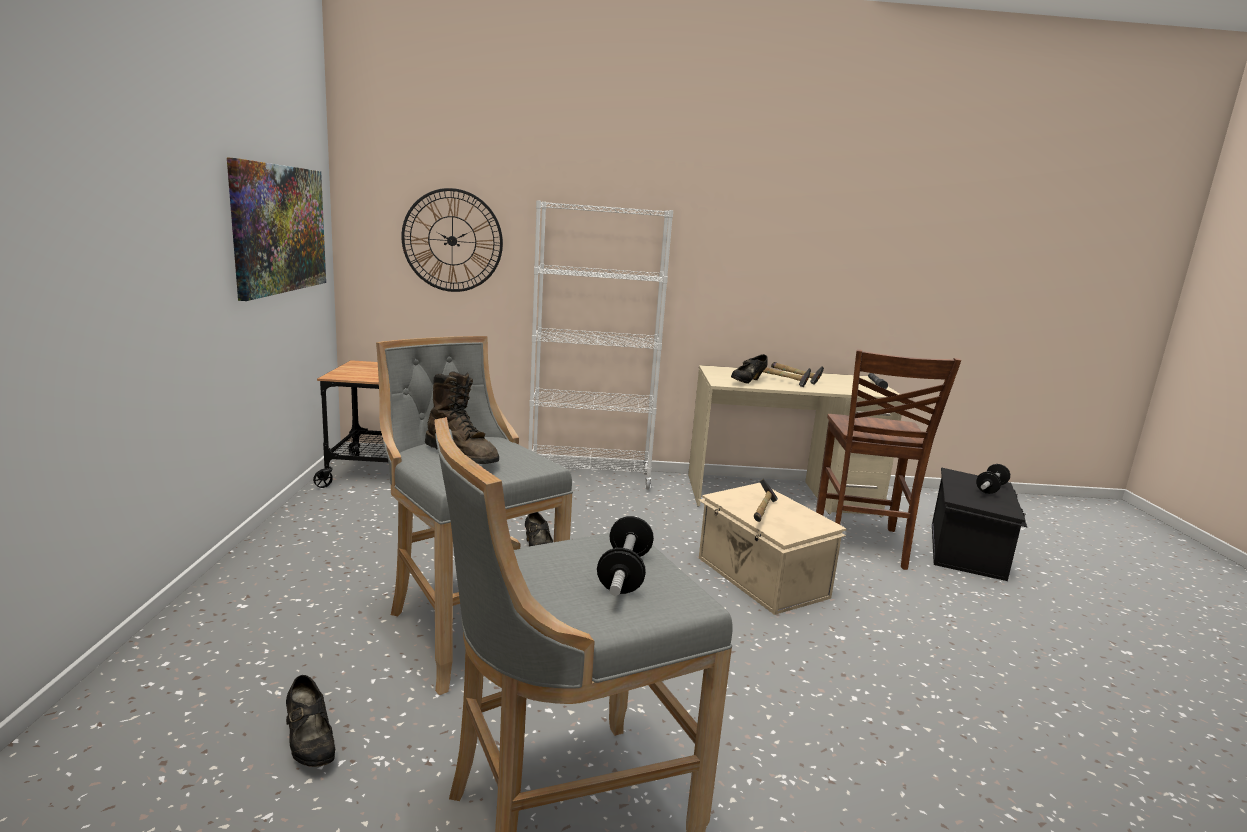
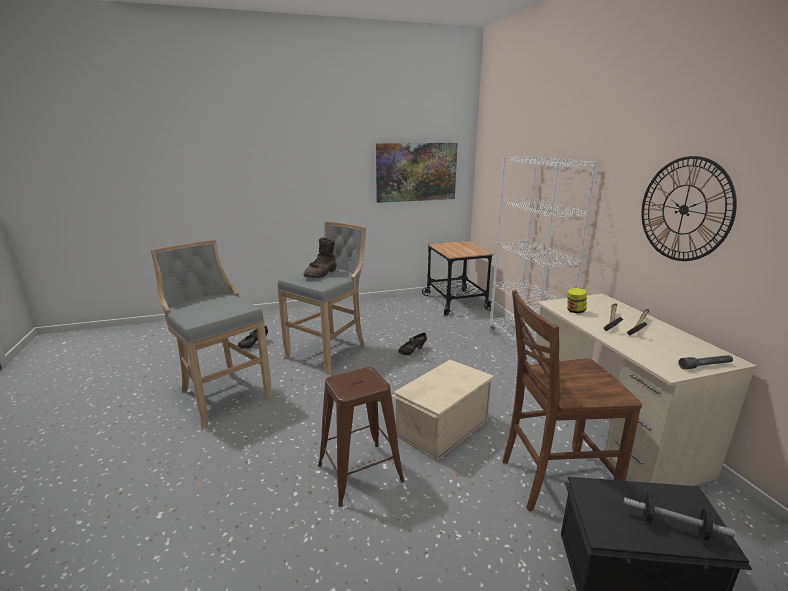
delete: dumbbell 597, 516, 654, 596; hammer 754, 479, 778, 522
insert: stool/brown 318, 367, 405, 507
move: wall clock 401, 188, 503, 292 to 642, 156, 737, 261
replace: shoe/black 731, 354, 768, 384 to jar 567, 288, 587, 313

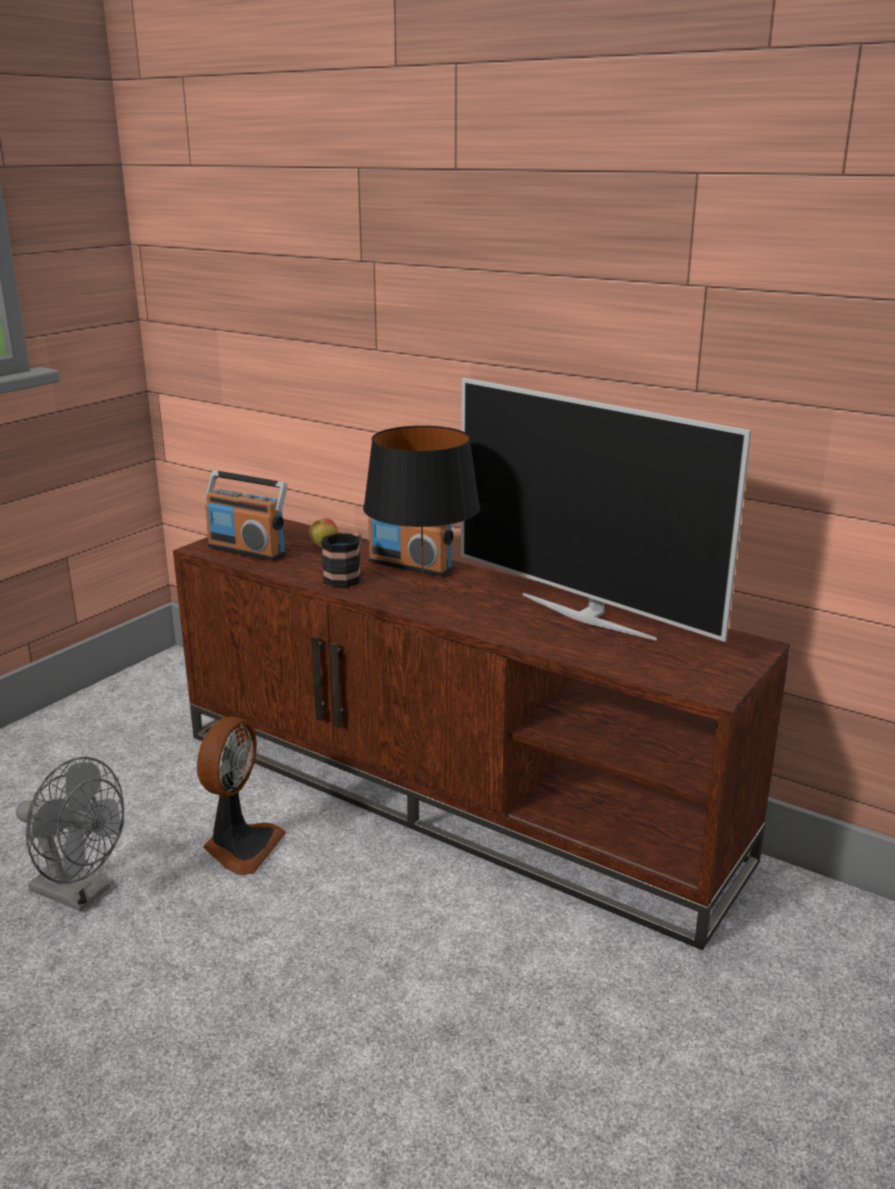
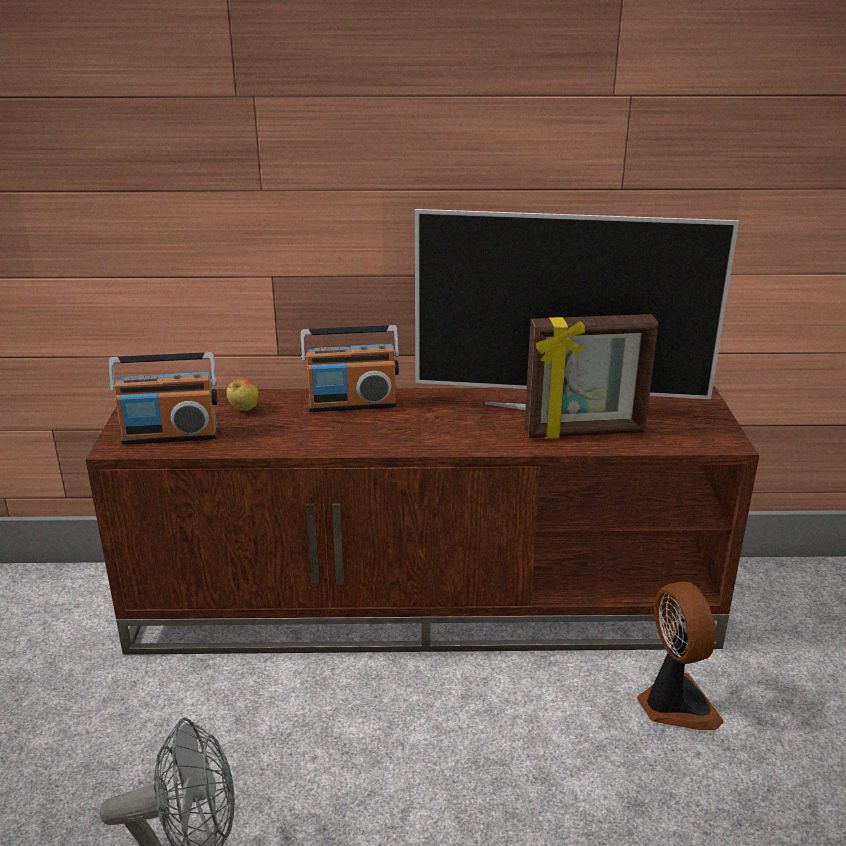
delete: mug 321, 533, 362, 587; table lamp/black 363, 426, 480, 605
insert: picture frame 524, 314, 659, 439
move: fan 197, 717, 287, 875 to 637, 582, 724, 730

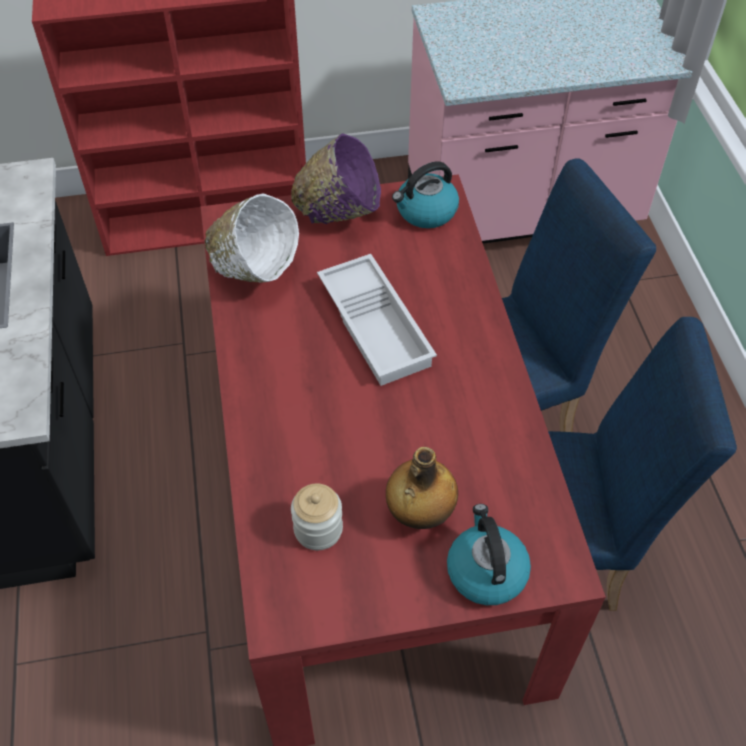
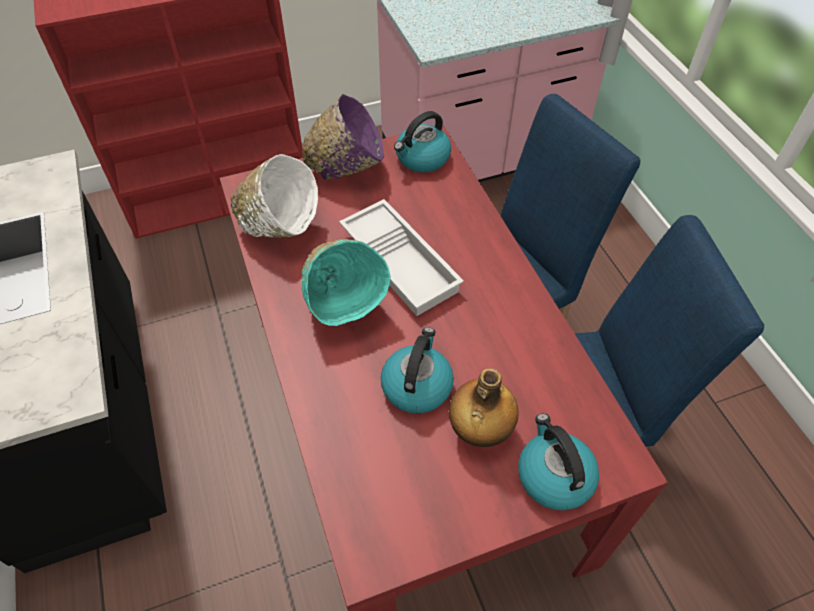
delete: jar 291, 483, 343, 550
insert: bowl/turquoise 301, 239, 390, 326; kettle 381, 327, 454, 414

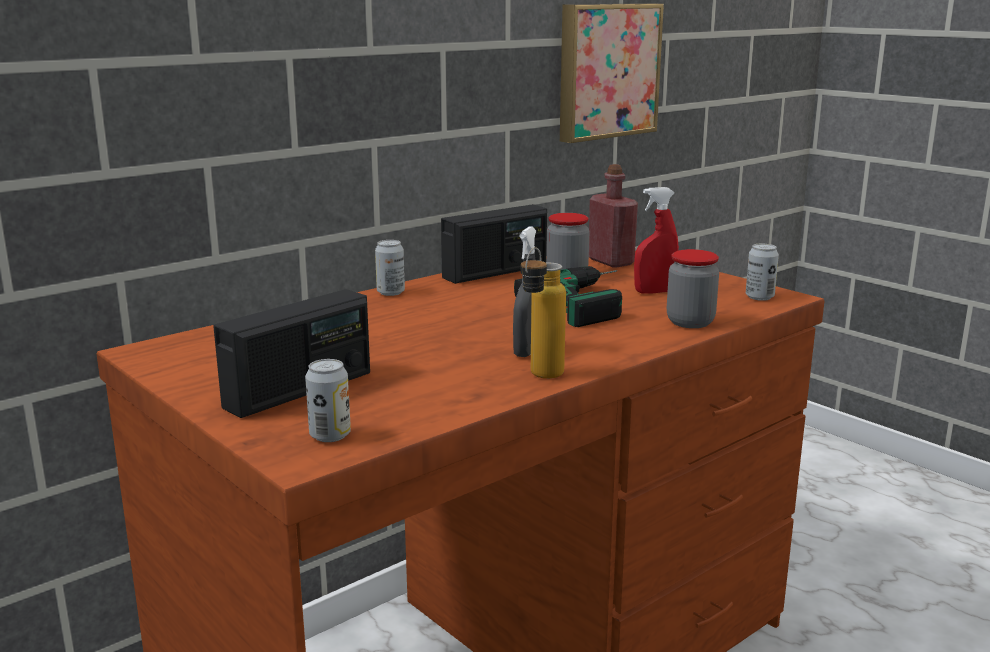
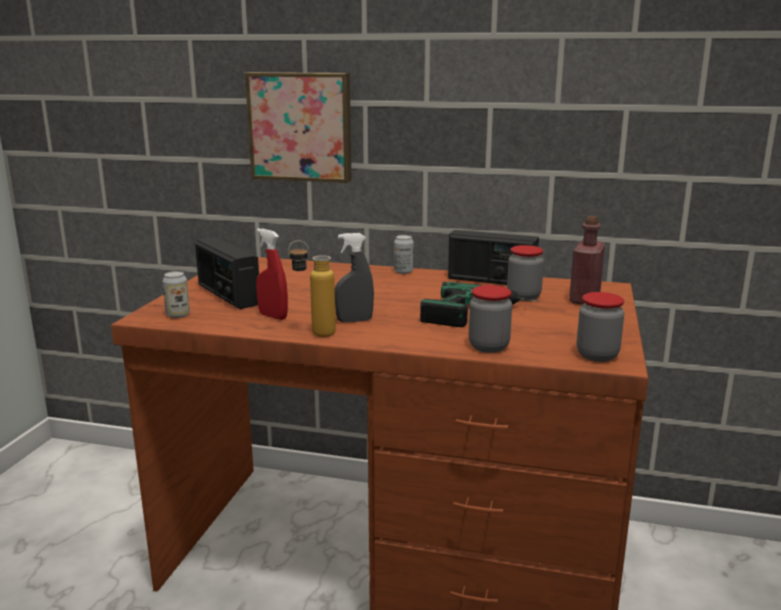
move: picture 560, 3, 664, 143 to 245, 72, 352, 183; spray bottle/red 634, 187, 679, 294 to 256, 228, 288, 320
replace: can 746, 244, 779, 301 to jar 577, 292, 624, 362
rotate: radio 213, 289, 370, 418 = 195, 237, 259, 309 45 degrees clockwise

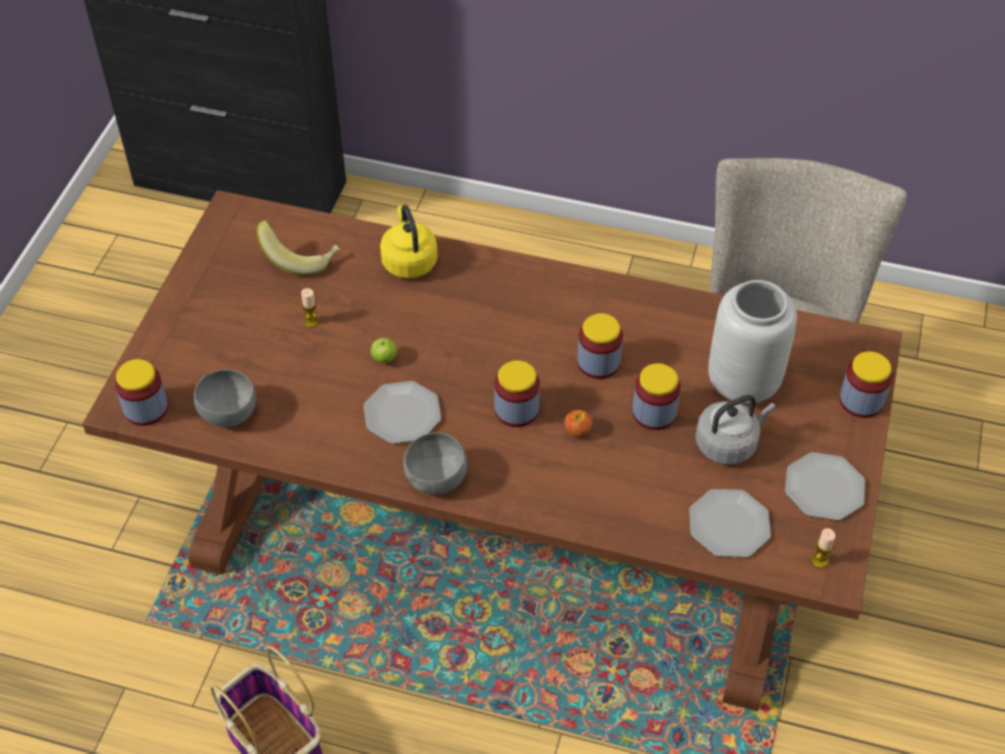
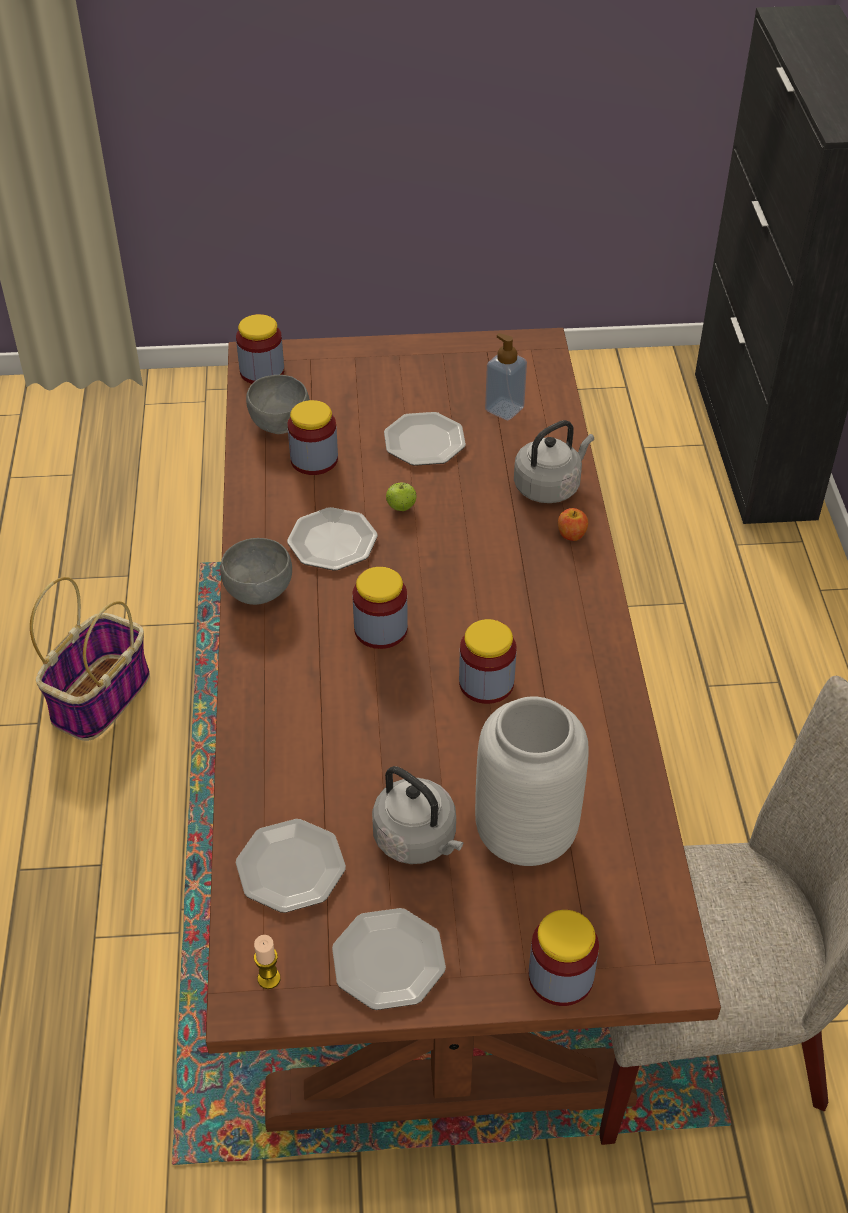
move: apple 564, 410, 592, 438 to 558, 508, 588, 541; jar 632, 363, 681, 430 to 287, 400, 338, 475
replace: banana 256, 221, 340, 276 to soap dispenser 485, 333, 527, 420; candle 301, 288, 319, 328 to plate 384, 412, 466, 466
recolor: kettle/yellow 380, 205, 438, 279 to kettle/grey 514, 420, 594, 503

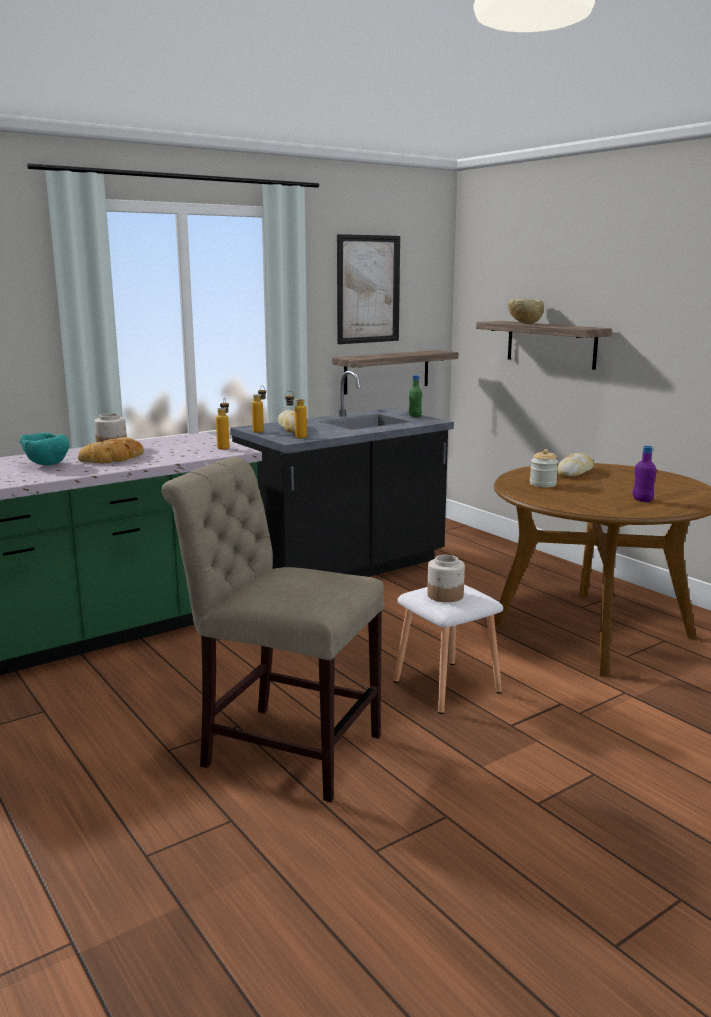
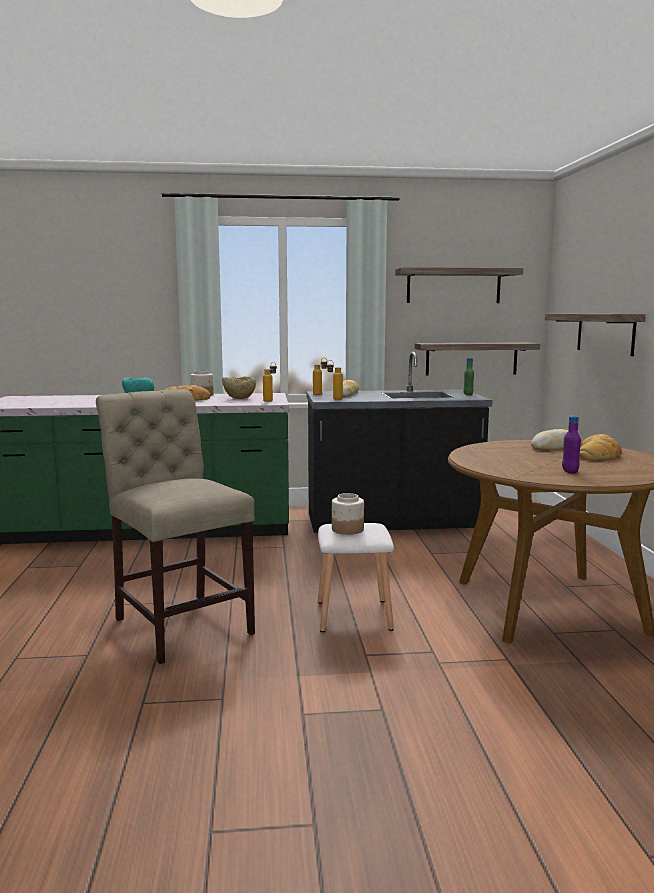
delete: jar 530, 449, 558, 488
insert: bread 579, 434, 622, 460
move: bowl/beige 508, 299, 544, 324 to 222, 376, 256, 399
replace: picture 337, 234, 400, 344 to shelf 395, 267, 523, 303

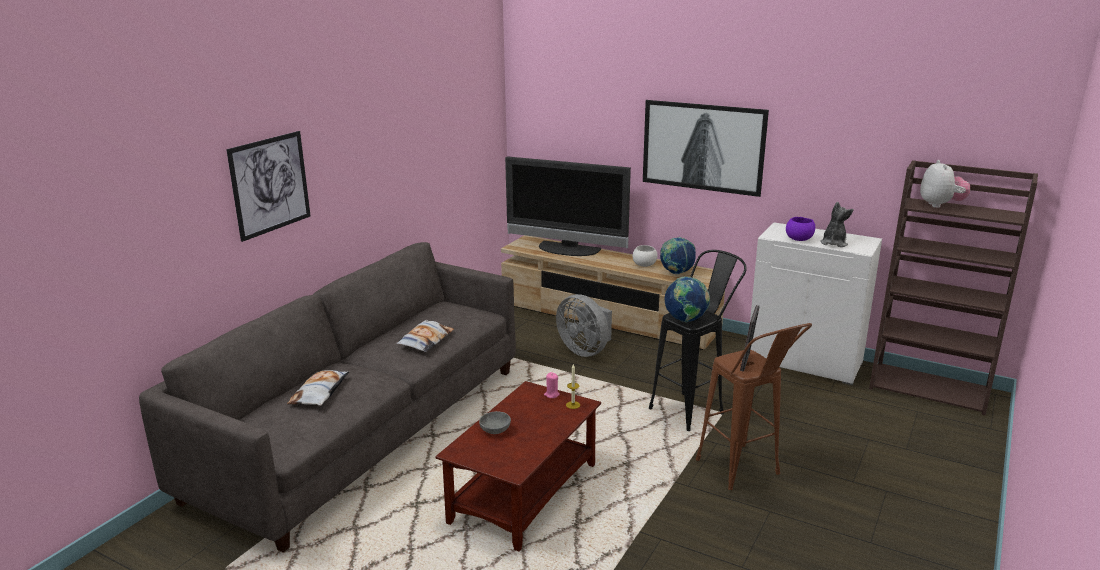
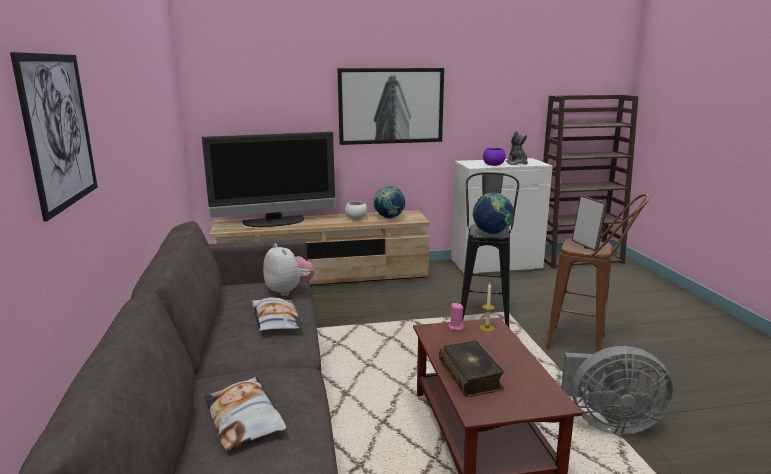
move: fan/grey 556, 294, 612, 357 to 561, 346, 673, 435; plush toy 920, 160, 970, 208 to 263, 243, 314, 296
replace: bowl/grey 479, 411, 511, 434 to book 439, 341, 504, 397

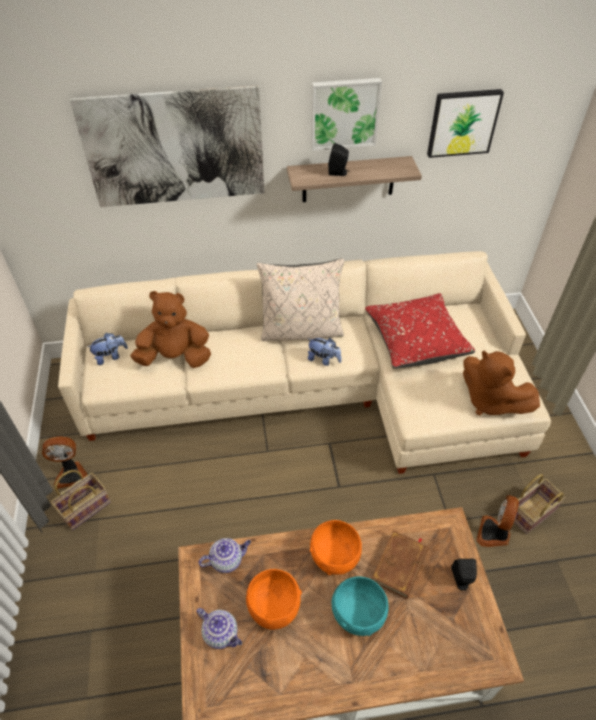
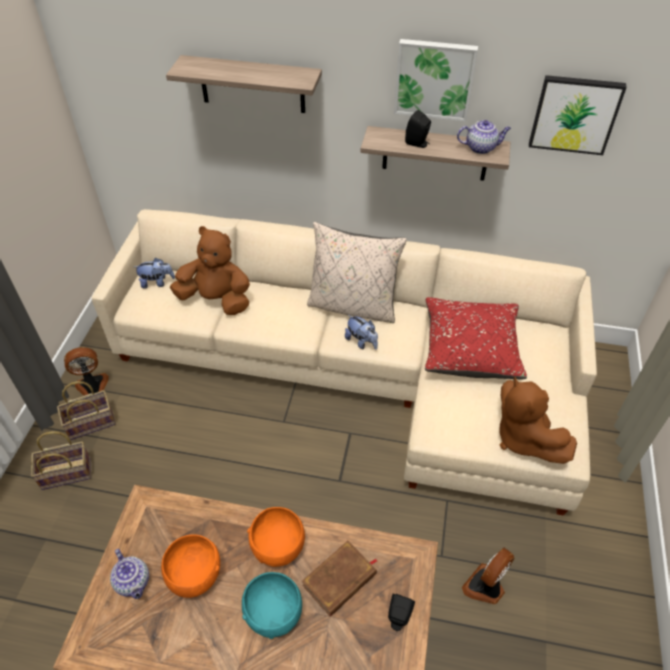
move: teapot 199, 538, 251, 573 to 457, 120, 511, 154; basket 514, 474, 566, 534 to 31, 431, 91, 490
replace: picture 70, 85, 264, 207 to shelf 166, 55, 322, 113
rotate: fan 42, 436, 87, 489 = 64, 347, 109, 396 150 degrees clockwise

